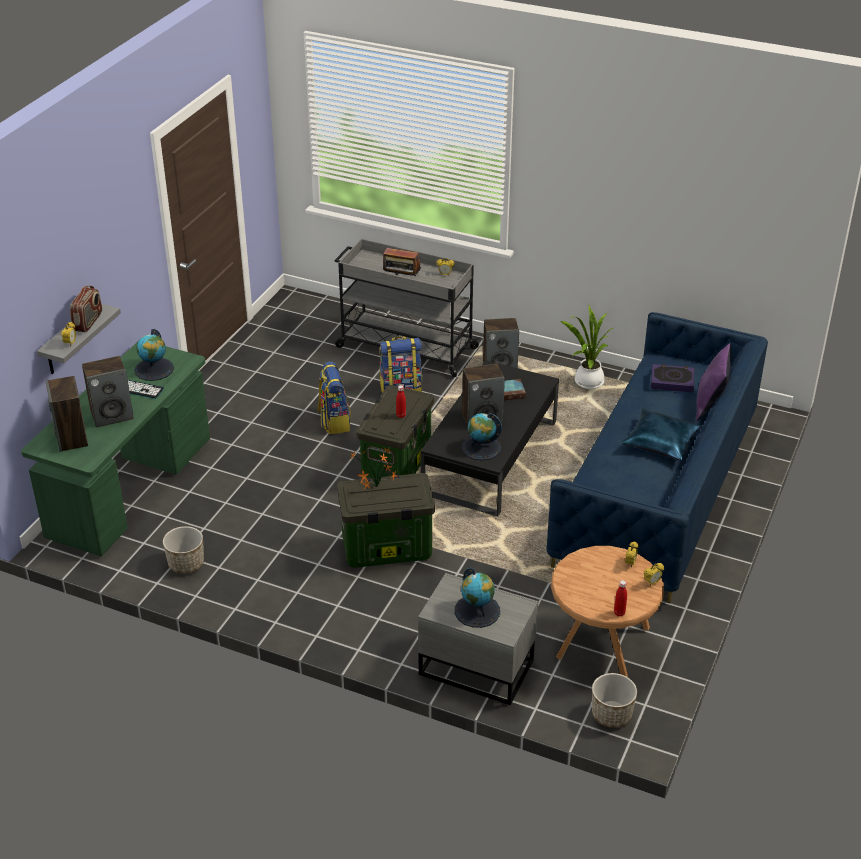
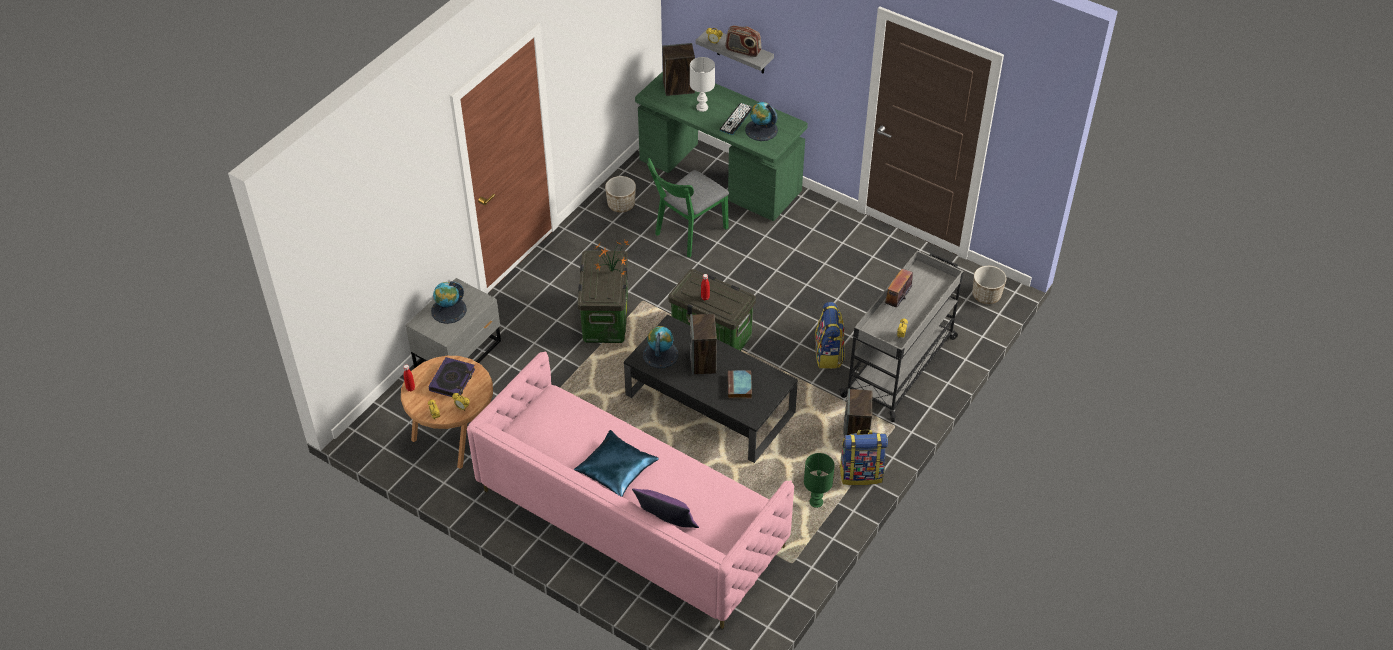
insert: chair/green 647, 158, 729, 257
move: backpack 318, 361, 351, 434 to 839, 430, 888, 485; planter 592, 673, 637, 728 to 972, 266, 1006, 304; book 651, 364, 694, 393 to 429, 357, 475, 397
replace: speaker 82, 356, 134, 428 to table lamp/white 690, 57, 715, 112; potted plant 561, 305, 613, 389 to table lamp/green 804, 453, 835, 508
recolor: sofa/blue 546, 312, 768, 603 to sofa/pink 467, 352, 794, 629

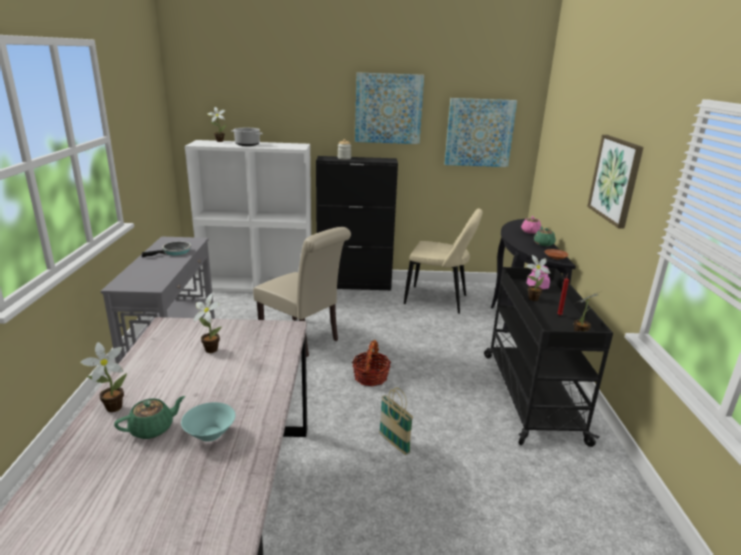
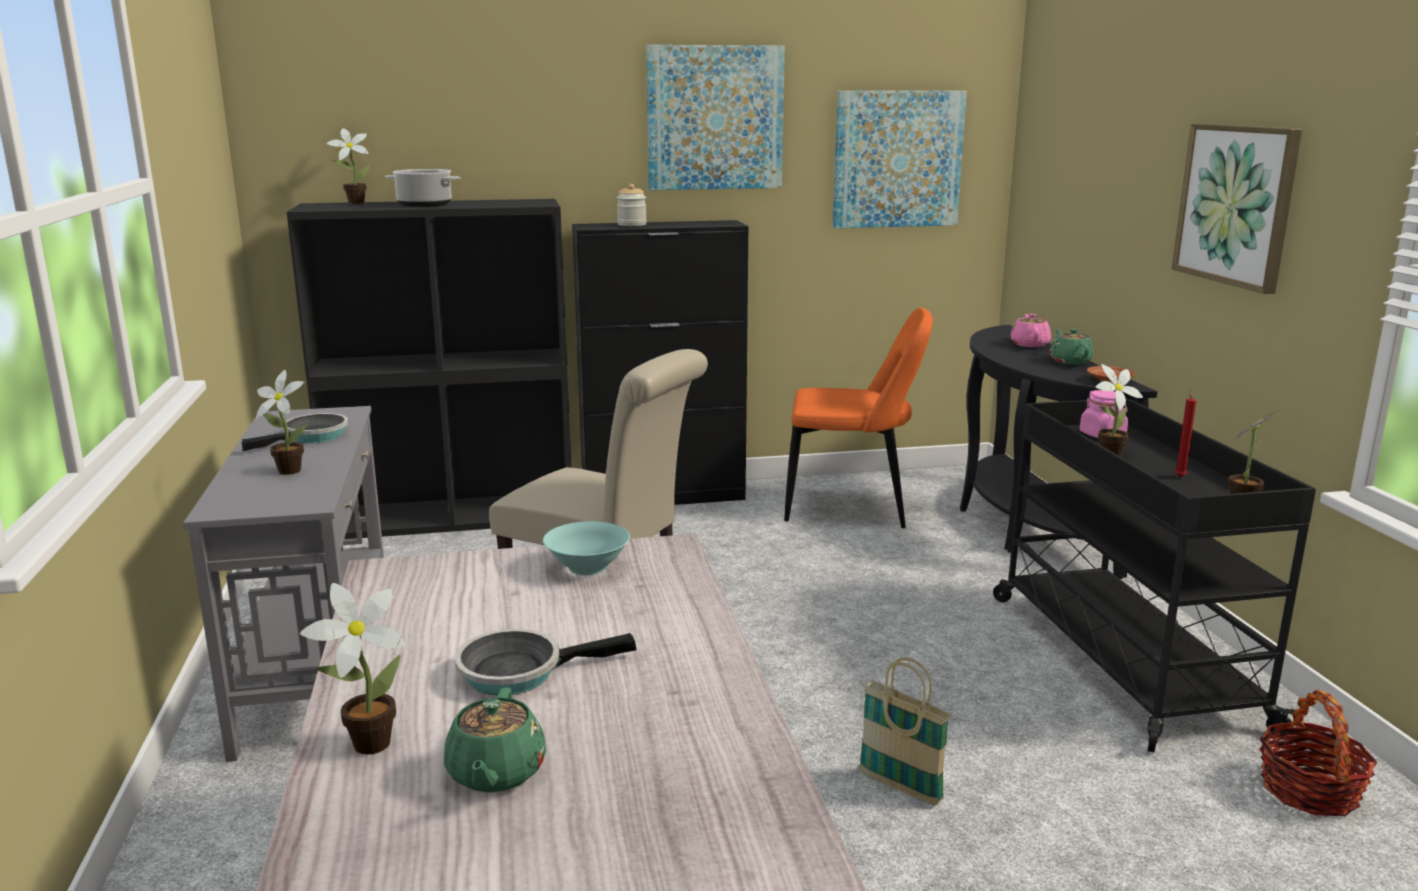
insert: frying pan 455, 629, 637, 695
move: bowl/turquoise 181, 402, 236, 442 to 543, 521, 630, 575; potted plant 193, 293, 222, 353 to 256, 370, 308, 475; basket 352, 340, 391, 386 to 1259, 689, 1378, 817
recolor: bookcase/white 185, 140, 311, 292 to bookcase/black 287, 199, 571, 539; chair/beige 404, 209, 483, 314 to chair/orange 784, 308, 933, 528
rotate: teapot/green 114, 396, 185, 439 = 444, 687, 546, 793 135 degrees clockwise

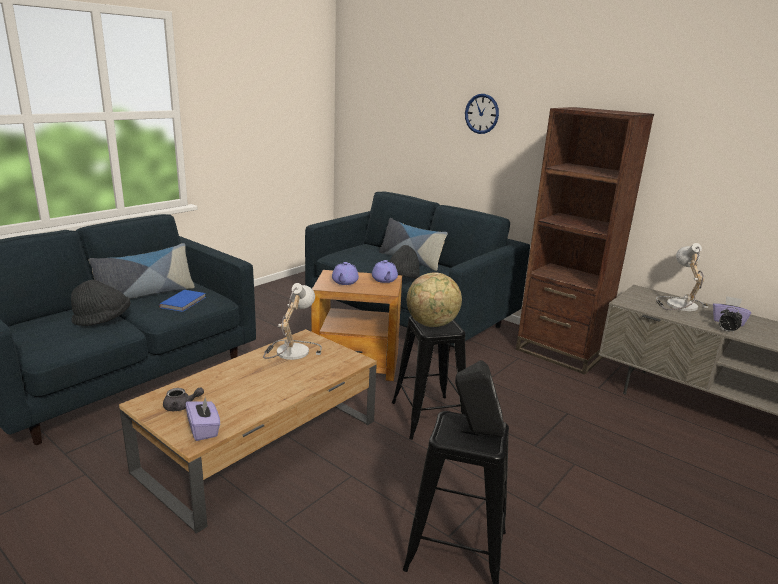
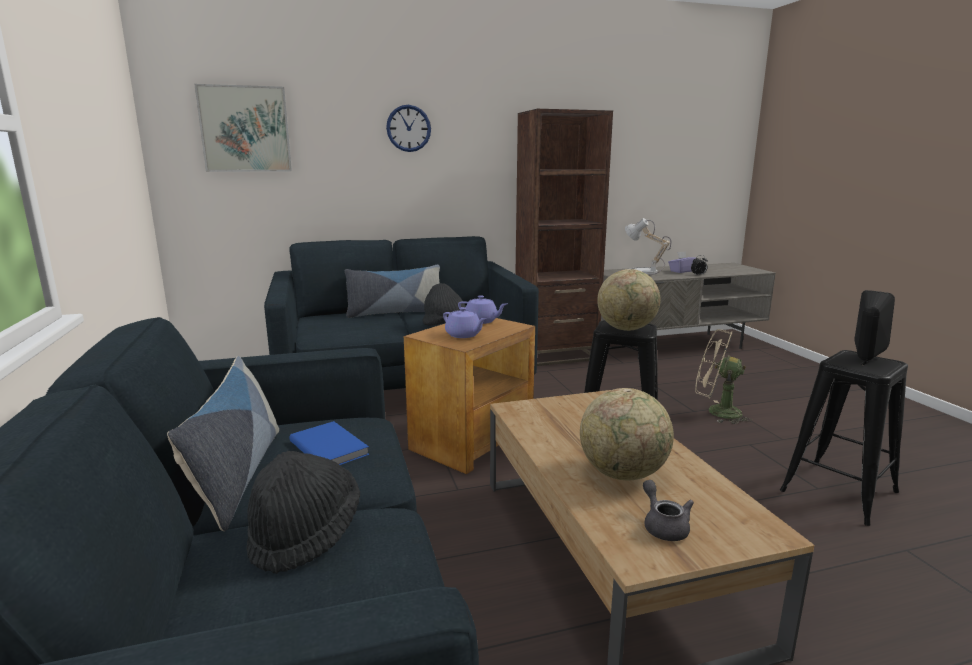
delete: tissue box/purple 185, 396, 220, 441; table lamp 263, 283, 322, 360
insert: picture 194, 84, 292, 172; globe 580, 388, 674, 480; fan/beige 695, 329, 752, 424
rotate: teapot/grey 163, 387, 204, 411 = 643, 480, 694, 541 45 degrees counterclockwise

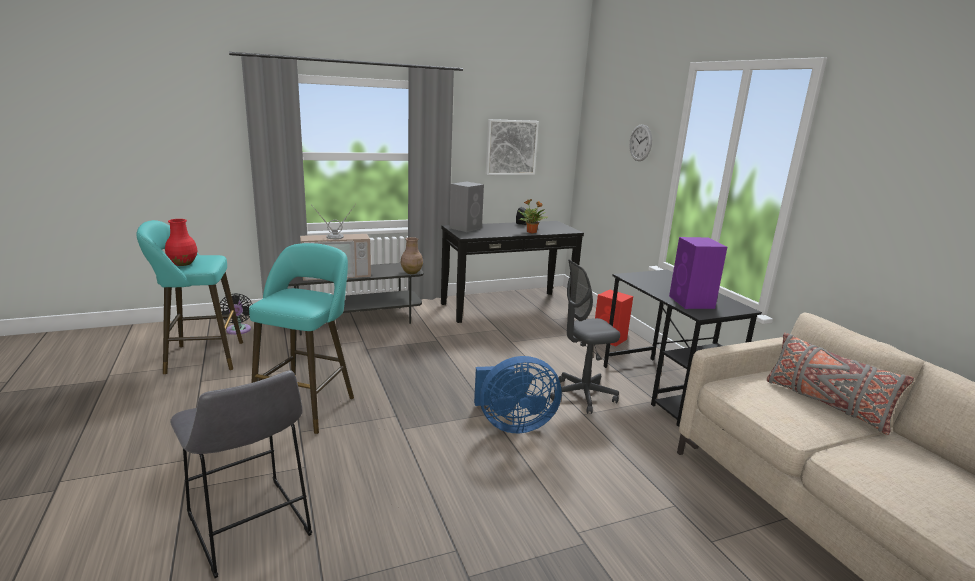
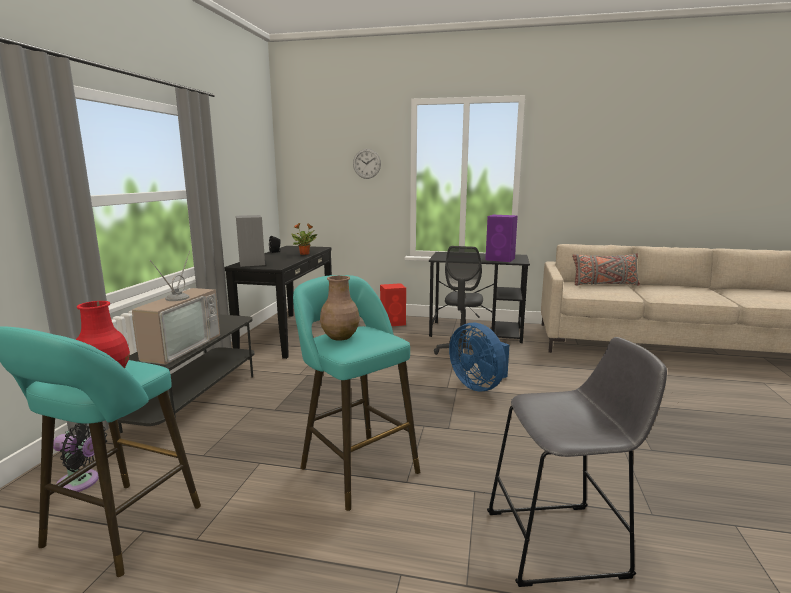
delete: picture 486, 119, 539, 175
move: vase/brown 401, 237, 423, 274 to 320, 275, 360, 341
rotate: fan/blue 474, 356, 561, 433 = 449, 323, 509, 391 120 degrees clockwise

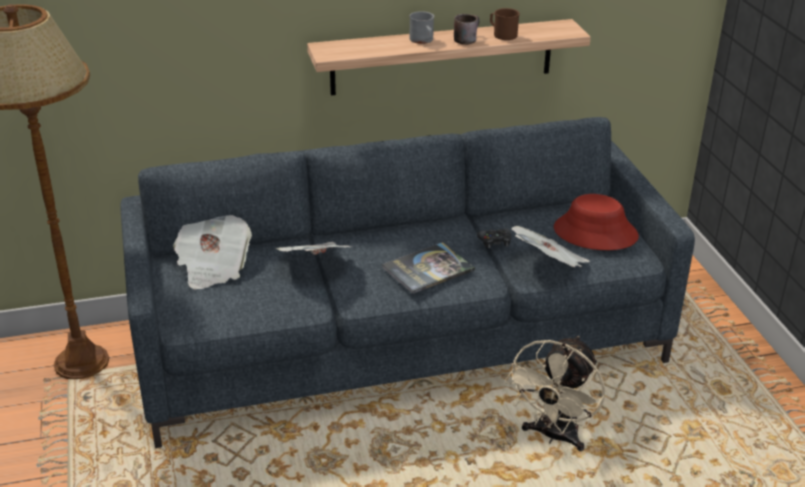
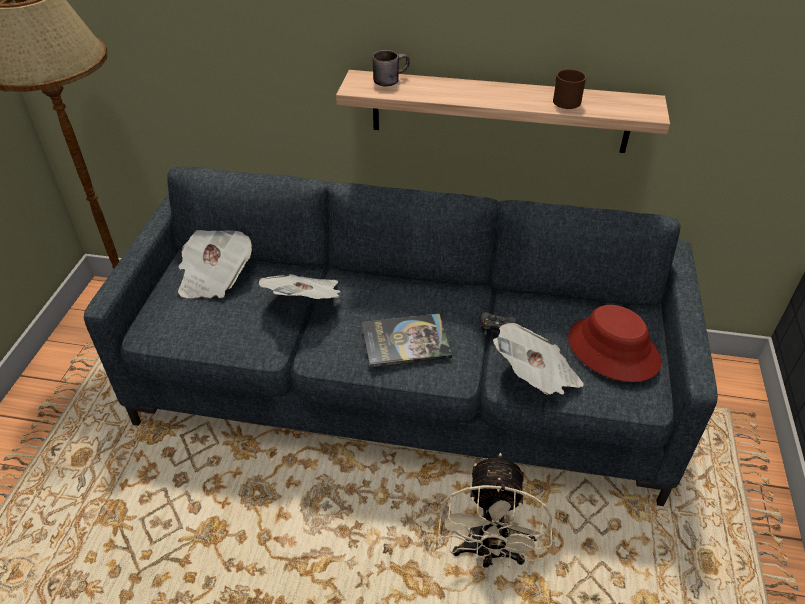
delete: mug/grey 409, 11, 434, 44
move: mug/brown 454, 14, 480, 45 to 373, 50, 410, 86
rotate: fan/beige 505, 336, 605, 451 = 438, 453, 552, 568 45 degrees counterclockwise

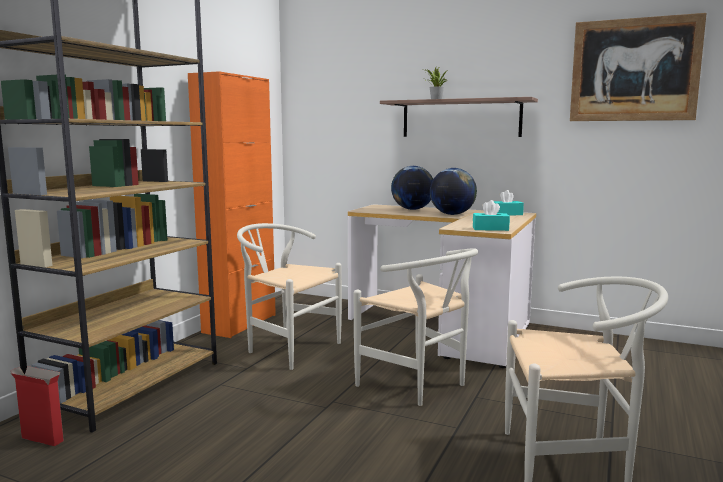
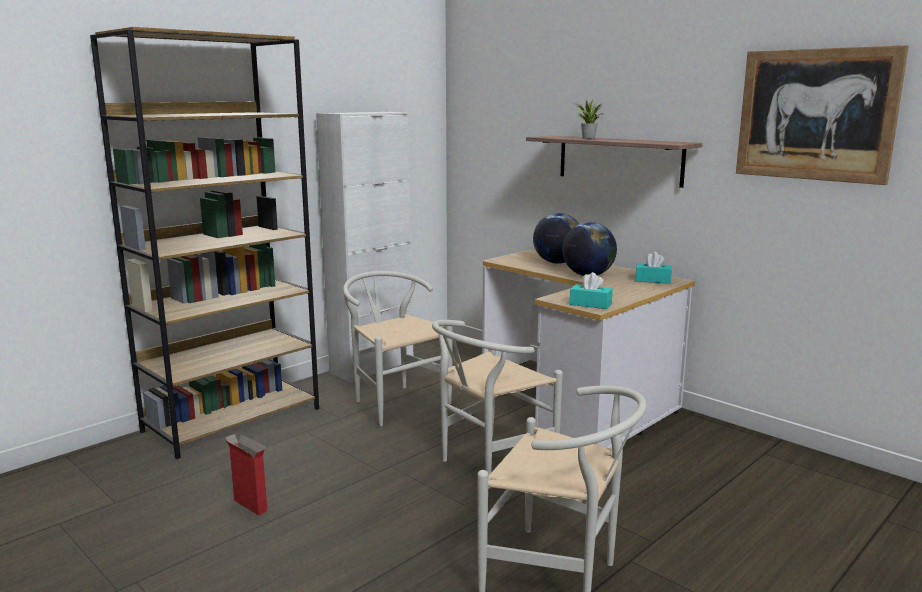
move: cardboard box 10, 366, 64, 446 to 225, 434, 268, 516
recolor: cabinet/orange 188, 71, 276, 338 to cabinet/white 316, 112, 413, 383
rotate: chair/white 354, 248, 478, 406 = 432, 320, 563, 489 75 degrees clockwise

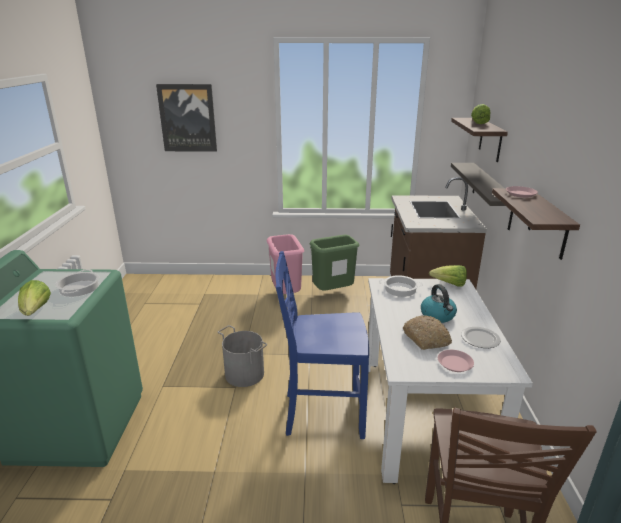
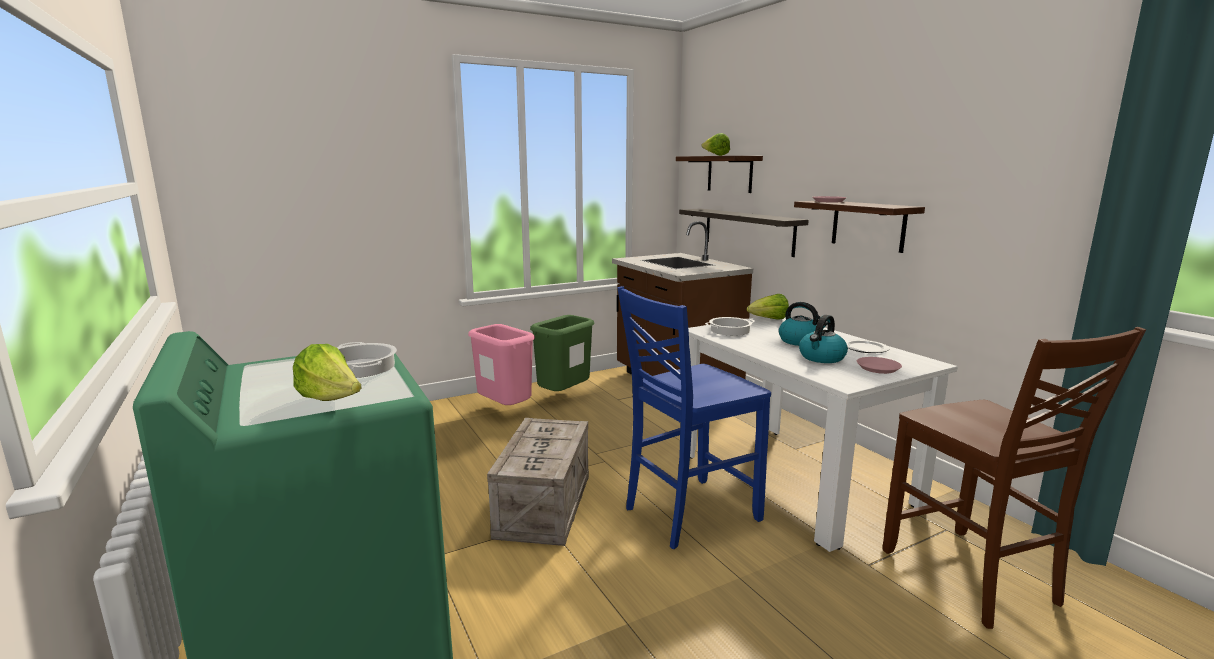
delete: picture 156, 84, 217, 152
replace: bucket/grey 218, 325, 267, 387 to crate 487, 418, 589, 546; bread 403, 315, 452, 350 to kettle 799, 315, 848, 363

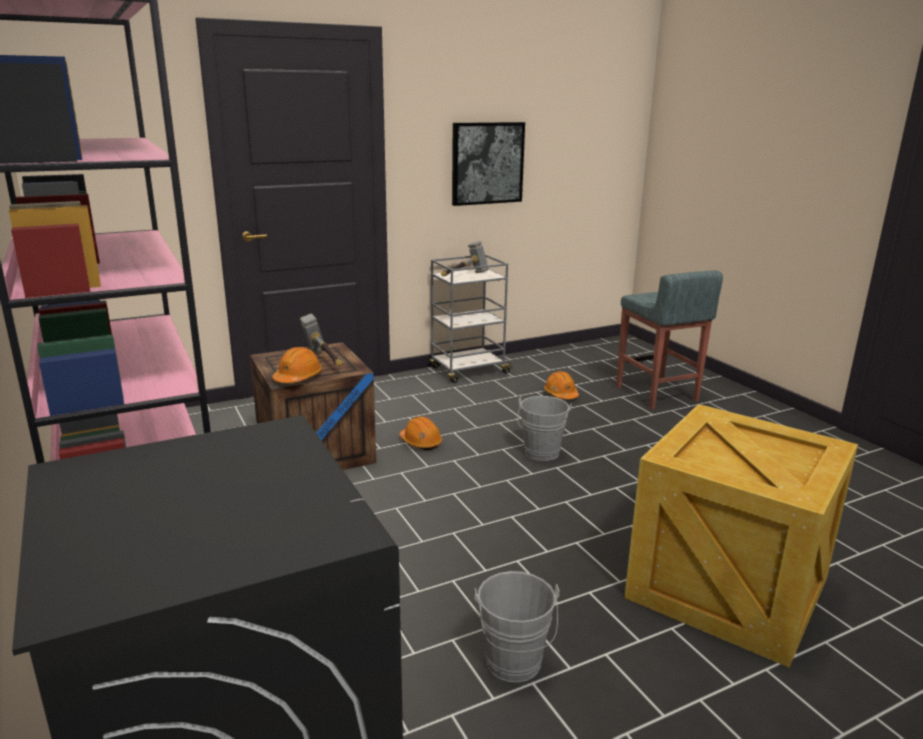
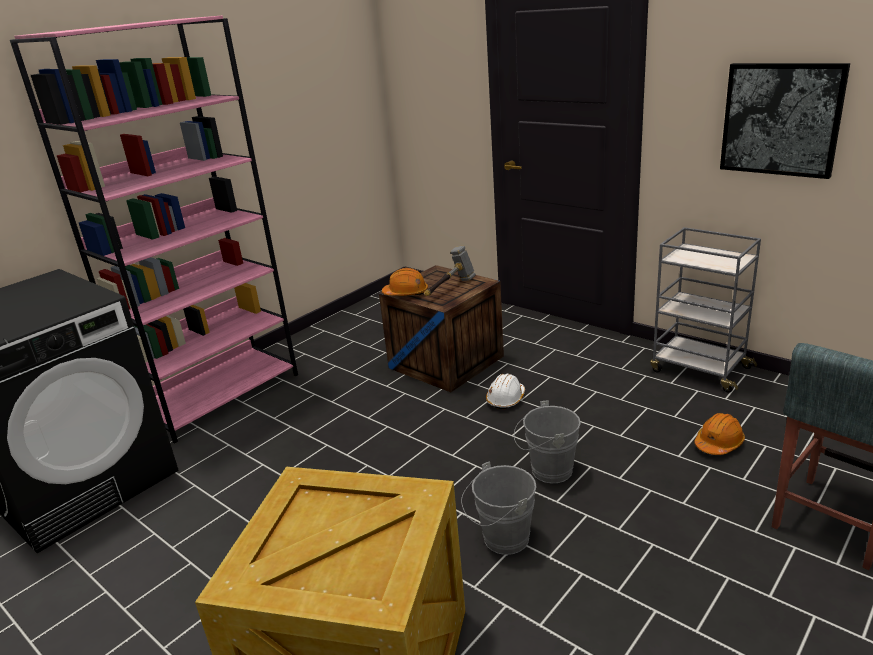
delete: hammer 441, 241, 489, 276
move: bucket/grey 475, 571, 559, 682 to 461, 461, 537, 555
recolor: hard hat/orange 399, 416, 442, 450 to hard hat/white 486, 374, 525, 409

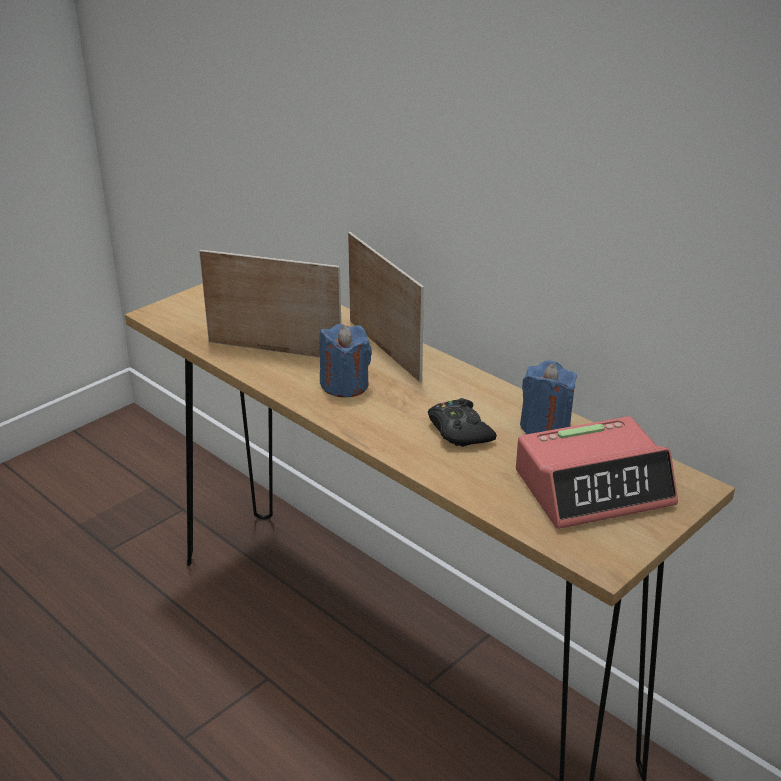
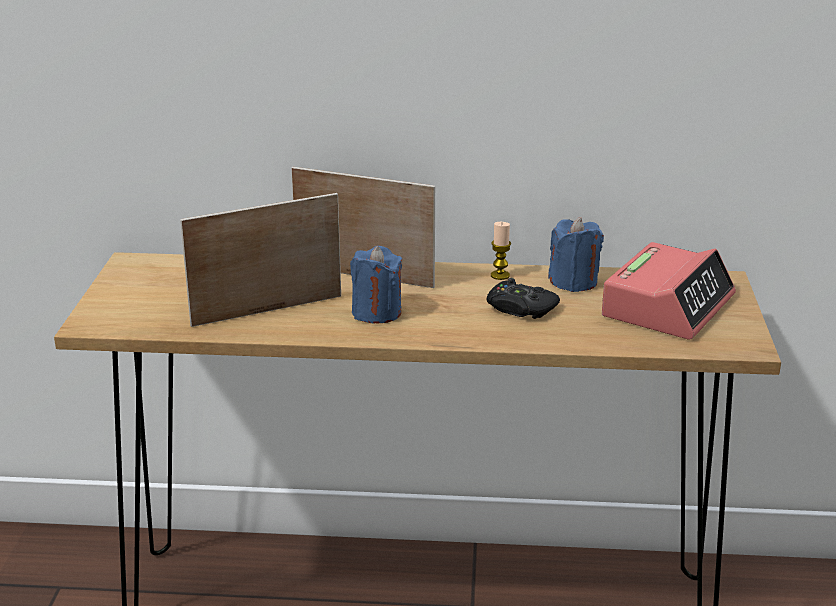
insert: candle 491, 222, 511, 280

